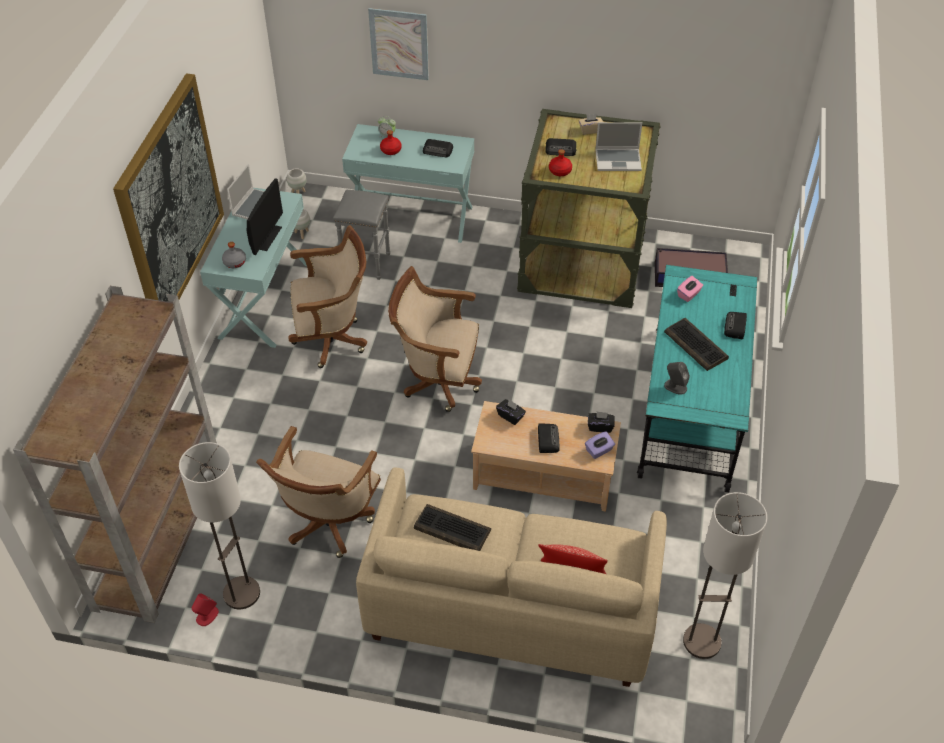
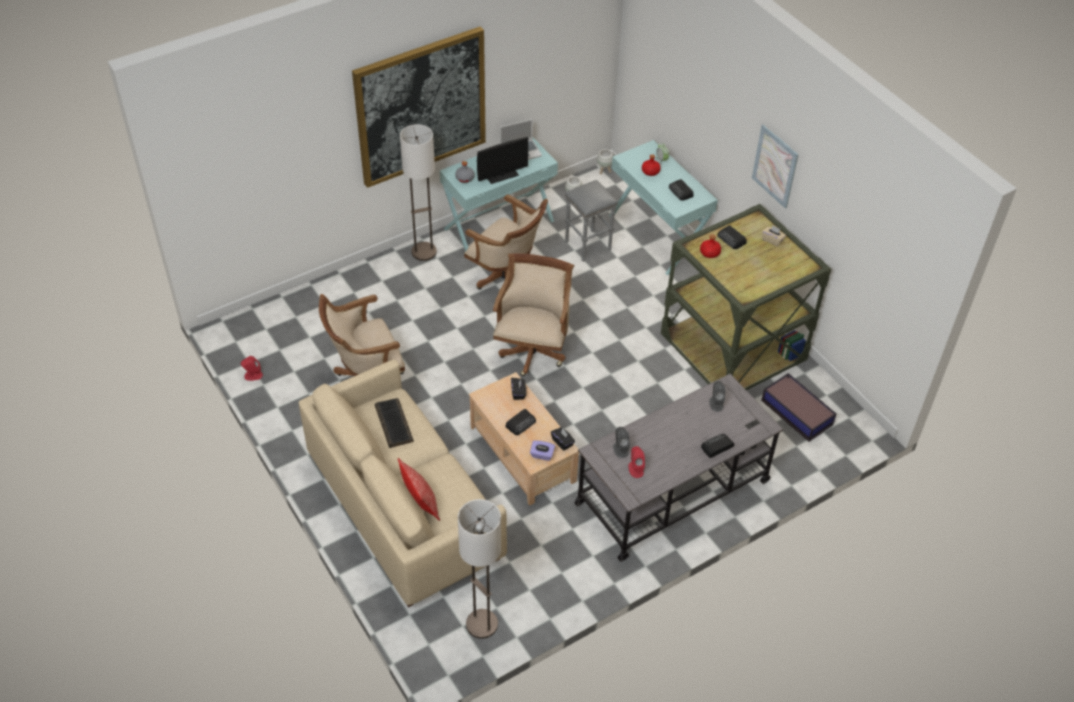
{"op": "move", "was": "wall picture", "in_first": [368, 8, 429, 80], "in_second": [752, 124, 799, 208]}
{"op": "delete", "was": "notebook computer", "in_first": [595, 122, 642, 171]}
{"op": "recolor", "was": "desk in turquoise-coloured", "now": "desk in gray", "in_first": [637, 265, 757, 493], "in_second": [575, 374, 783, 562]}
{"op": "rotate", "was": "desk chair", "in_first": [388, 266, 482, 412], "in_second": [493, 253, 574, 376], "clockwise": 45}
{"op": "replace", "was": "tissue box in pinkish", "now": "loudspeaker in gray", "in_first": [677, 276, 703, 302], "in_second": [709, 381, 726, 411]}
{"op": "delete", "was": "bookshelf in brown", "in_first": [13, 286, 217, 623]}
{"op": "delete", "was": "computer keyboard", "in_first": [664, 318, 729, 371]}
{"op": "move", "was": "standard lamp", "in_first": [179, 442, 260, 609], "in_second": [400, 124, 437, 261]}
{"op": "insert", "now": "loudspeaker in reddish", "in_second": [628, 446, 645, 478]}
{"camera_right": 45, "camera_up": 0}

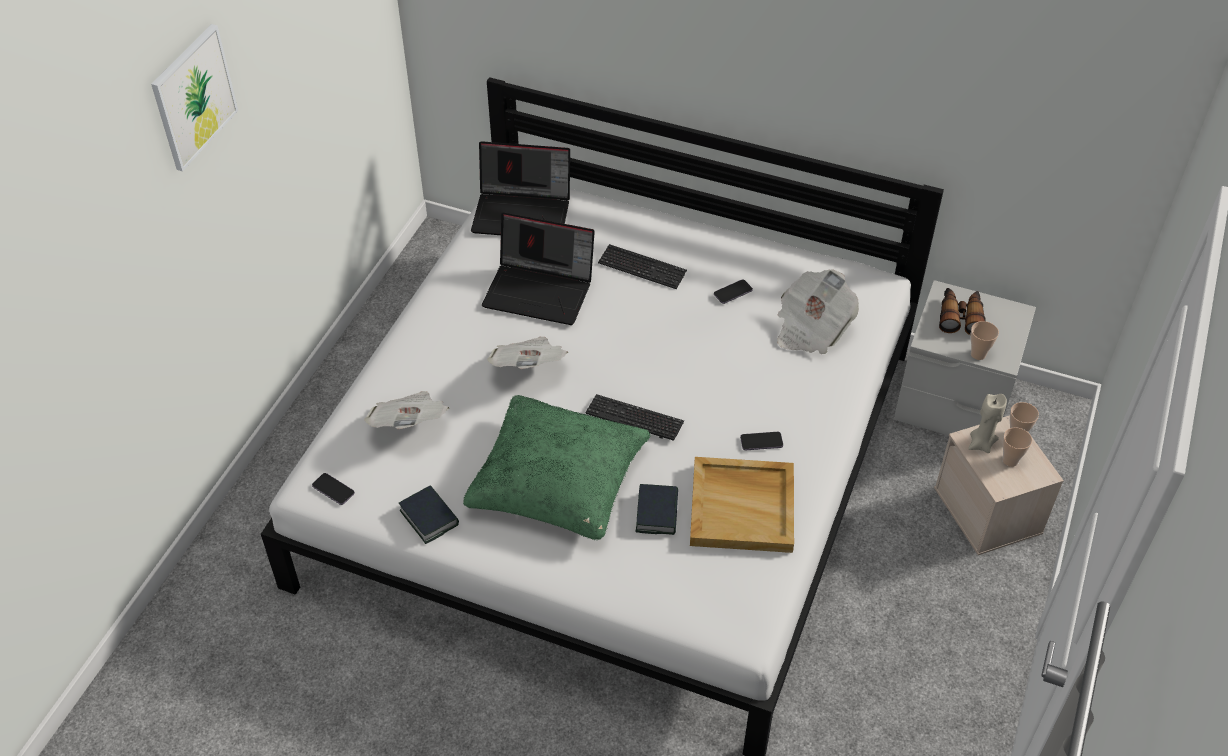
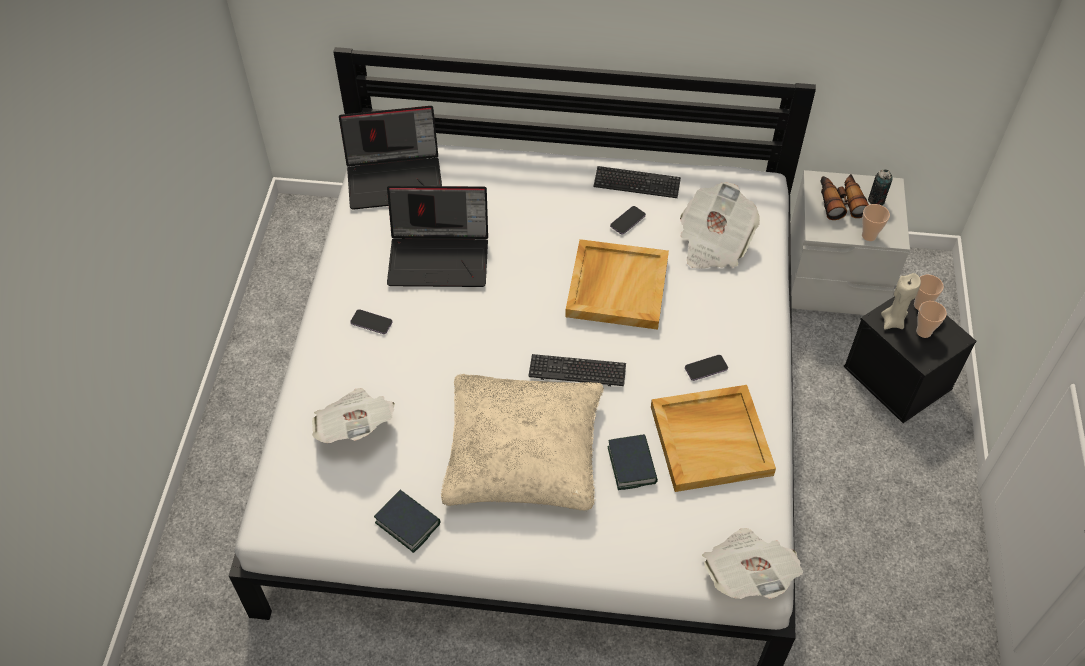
{"op": "delete", "was": "wall picture", "in_first": [151, 24, 238, 171]}
{"op": "move", "was": "computer keyboard", "in_first": [598, 244, 687, 289], "in_second": [593, 166, 681, 198]}
{"op": "move", "was": "printed paper", "in_first": [487, 337, 569, 369], "in_second": [702, 528, 803, 599]}
{"op": "recolor", "was": "pillow in greenish", "now": "pillow in beige-coloured", "in_first": [463, 395, 651, 540], "in_second": [441, 374, 604, 511]}
{"op": "recolor", "was": "storage container in beige-coloured", "now": "storage container in blackish", "in_first": [934, 415, 1064, 555], "in_second": [843, 296, 976, 423]}
{"op": "move", "was": "handset", "in_first": [312, 473, 355, 505], "in_second": [350, 309, 393, 334]}
{"op": "insert", "now": "sealed can", "in_second": [868, 170, 893, 206]}
{"op": "insert", "now": "carrying tray in beige-coloured", "in_second": [565, 239, 669, 330]}
{"camera_right": -15, "camera_up": 5}

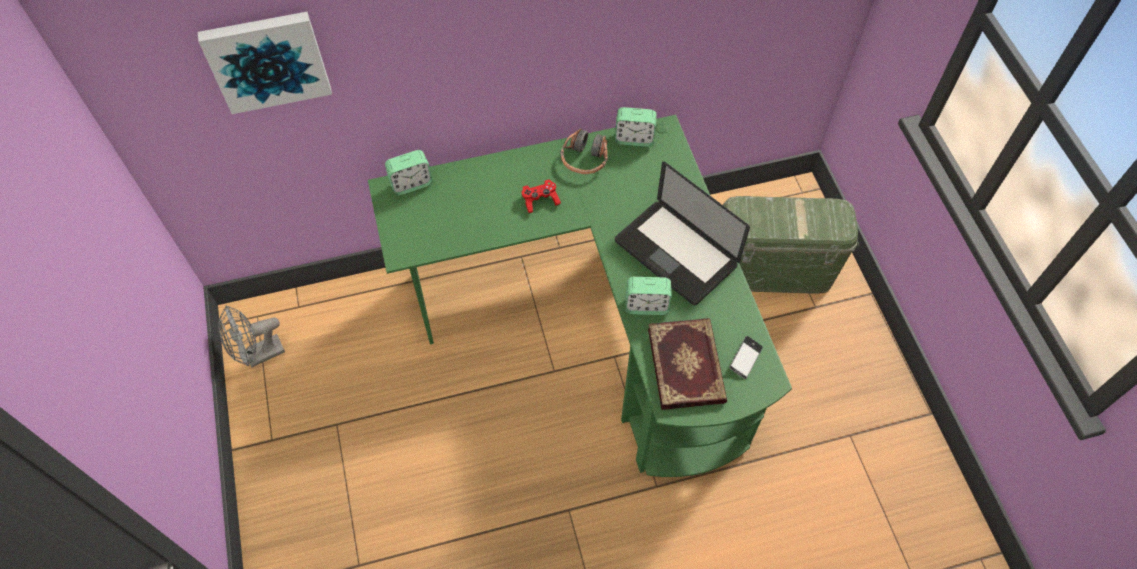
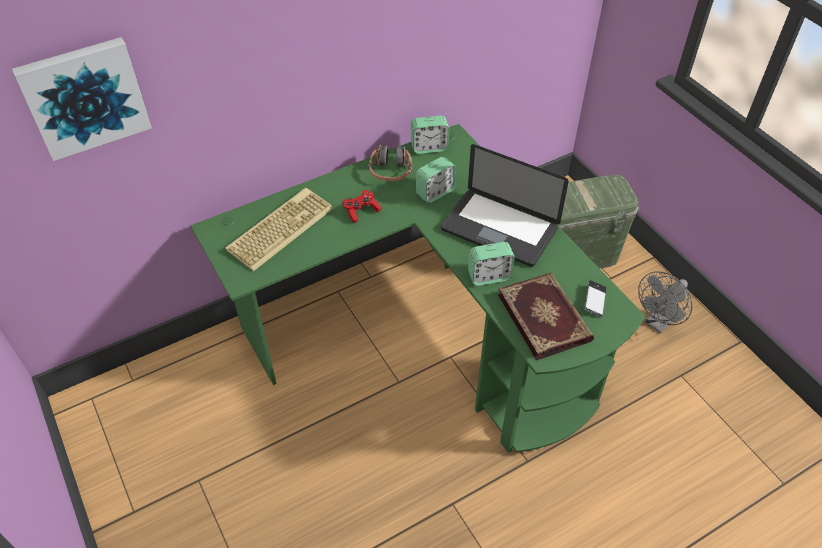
{"op": "move", "was": "table clock", "in_first": [385, 150, 432, 195], "in_second": [416, 157, 456, 203]}
{"op": "move", "was": "cooling fan in gray", "in_first": [218, 306, 285, 368], "in_second": [638, 272, 693, 333]}
{"op": "insert", "now": "computer keyboard", "in_second": [225, 188, 333, 271]}
{"camera_right": -15, "camera_up": -10}

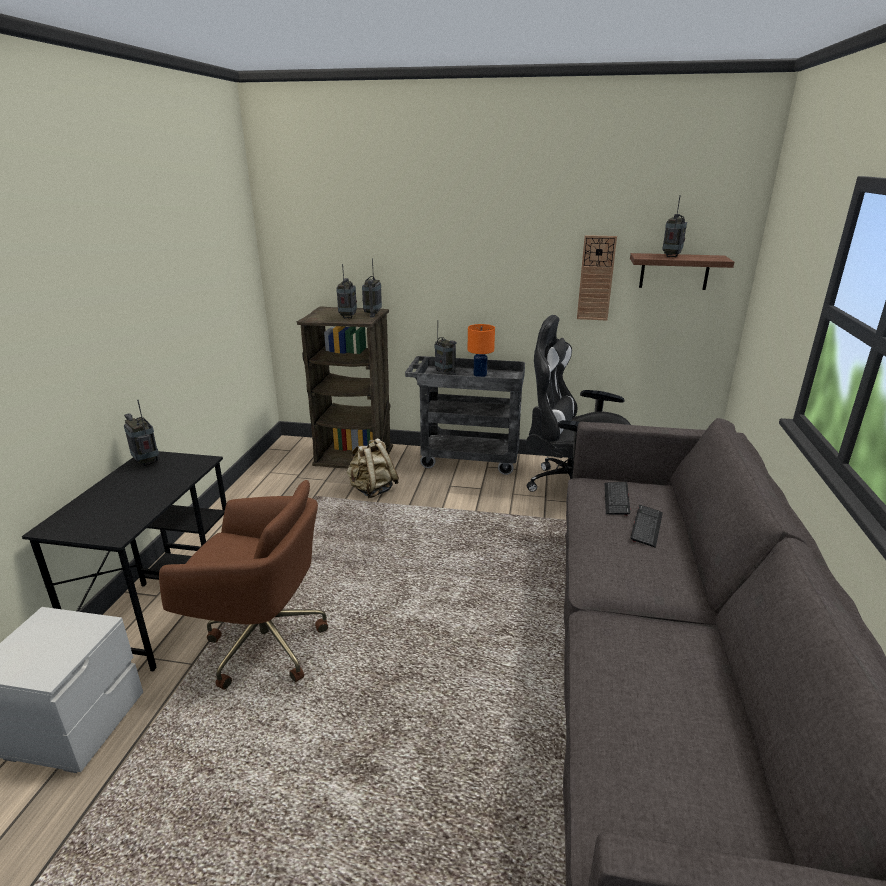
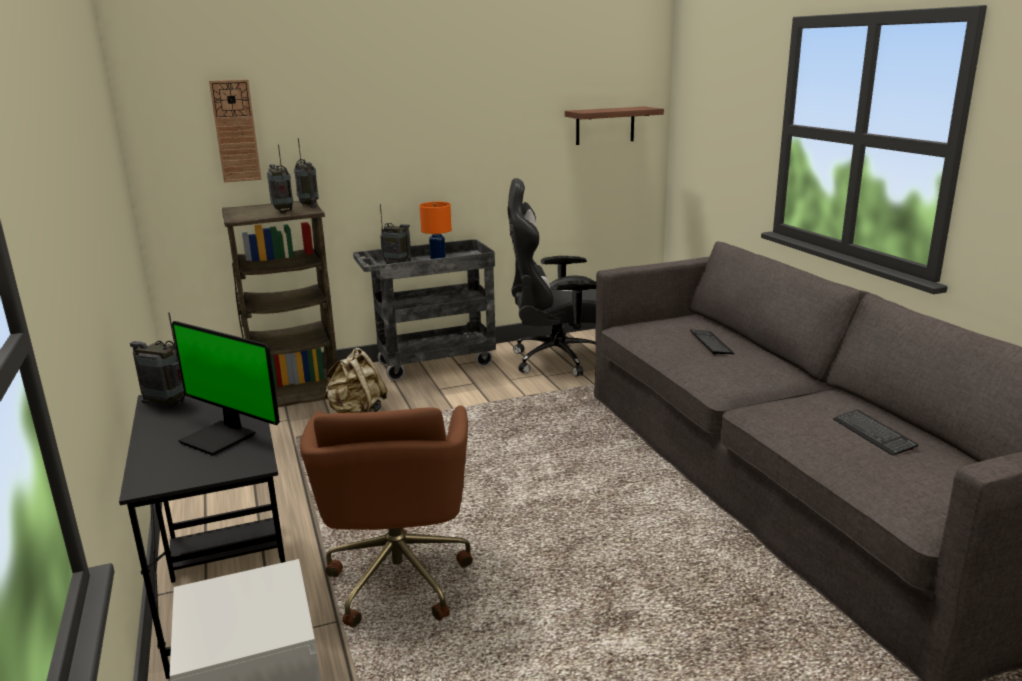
{"op": "delete", "was": "radio", "in_first": [663, 196, 687, 257]}
{"op": "move", "was": "clock on the wall", "in_first": [577, 235, 617, 320], "in_second": [209, 79, 262, 183]}
{"op": "rotate", "was": "desk chair in brown", "in_first": [159, 480, 328, 690], "in_second": [300, 405, 473, 628], "clockwise": 105}
{"op": "move", "was": "computer keyboard", "in_first": [605, 482, 631, 515], "in_second": [833, 410, 919, 456]}
{"op": "insert", "now": "monitor", "in_second": [172, 321, 280, 456]}
{"camera_right": -30, "camera_up": -5}

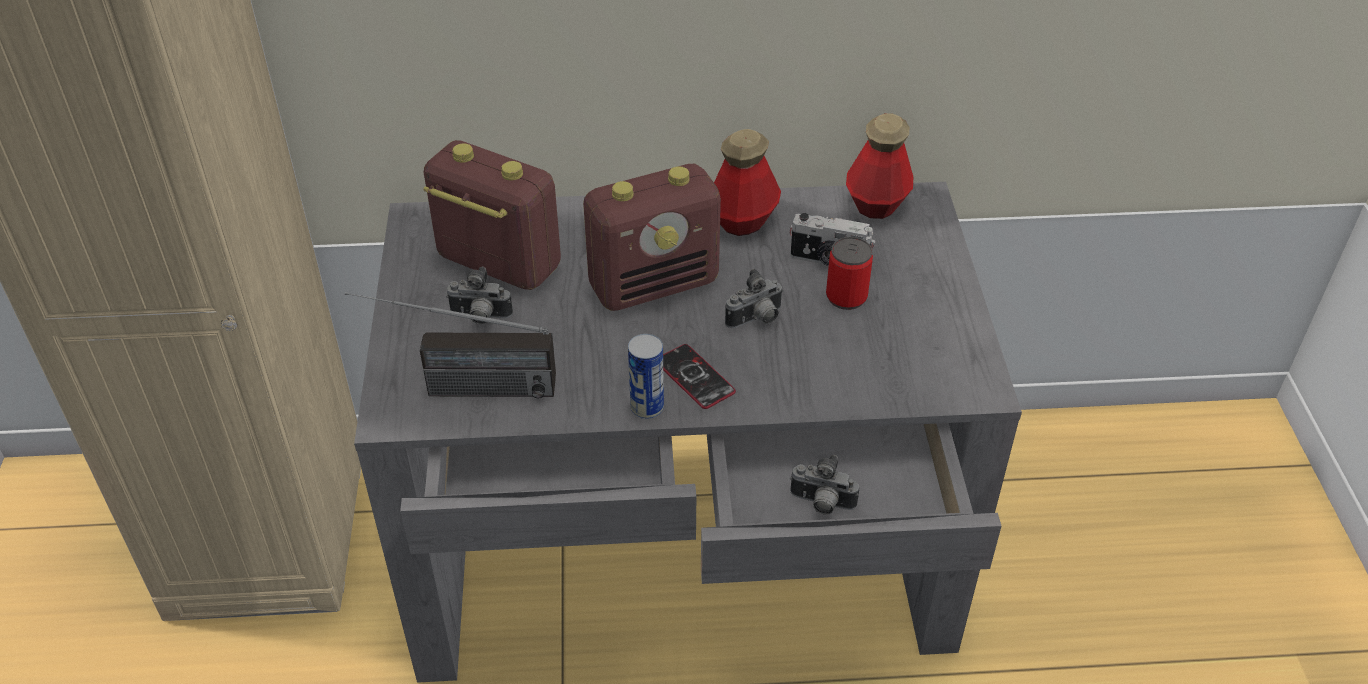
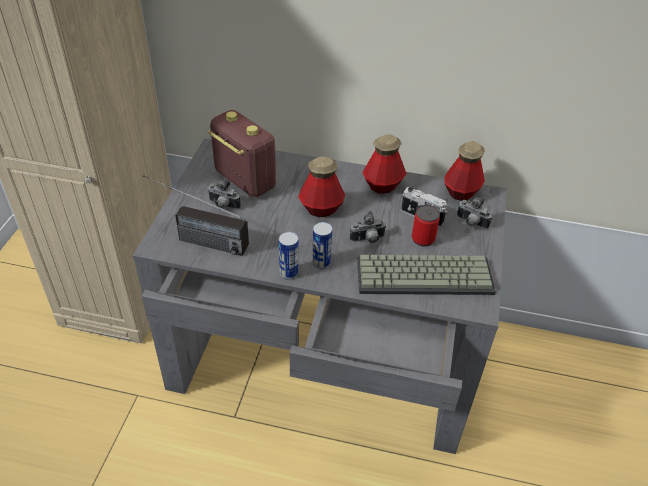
{"op": "replace", "was": "radio", "now": "bottle", "in_first": [583, 164, 721, 311], "in_second": [298, 157, 345, 217]}
{"op": "replace", "was": "handset", "now": "sealed can", "in_first": [663, 344, 736, 409], "in_second": [312, 222, 332, 269]}
{"op": "move", "was": "photo camera", "in_first": [790, 455, 859, 515], "in_second": [457, 197, 492, 229]}
{"op": "insert", "now": "computer keyboard", "in_second": [357, 255, 496, 295]}
{"camera_right": 15, "camera_up": 0}

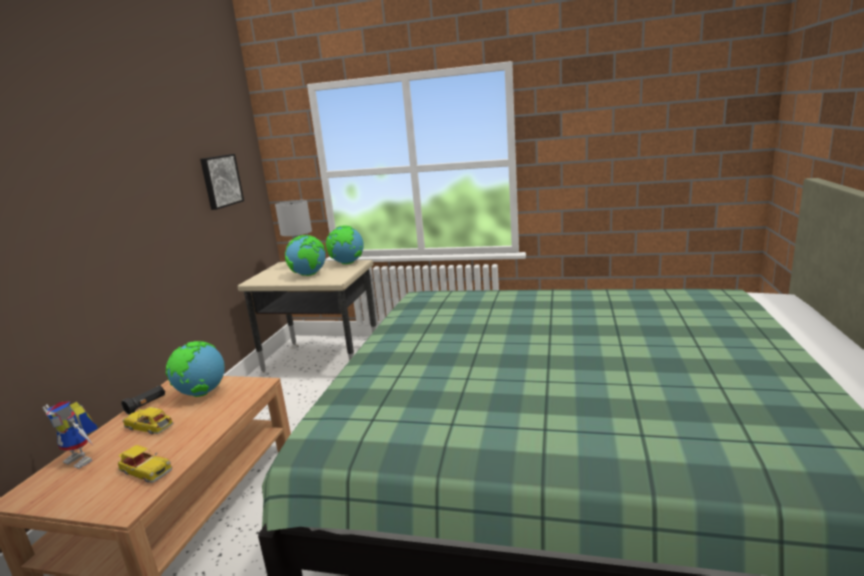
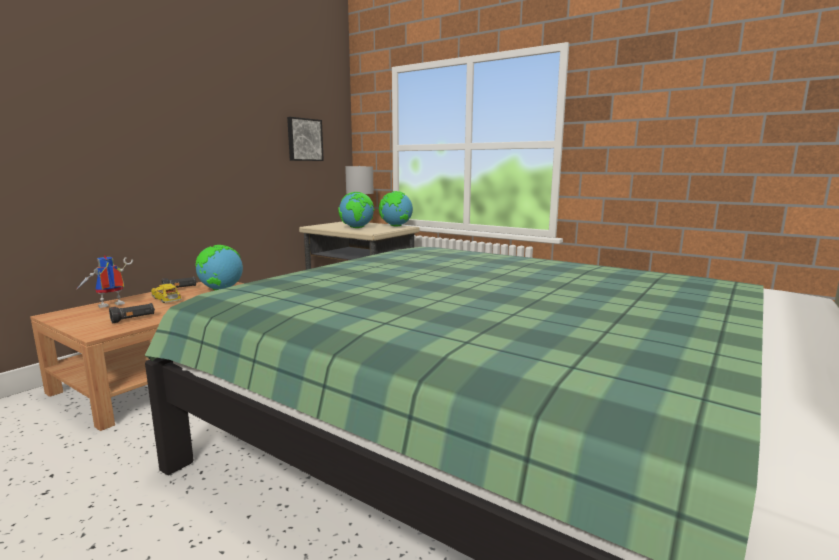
{"op": "rotate", "was": "robot figure", "in_first": [42, 401, 98, 469], "in_second": [76, 256, 133, 308], "clockwise": 90}
{"op": "replace", "was": "toy car", "now": "torch in blackish", "in_first": [118, 445, 172, 483], "in_second": [109, 303, 155, 323]}
{"camera_right": 20, "camera_up": -5}

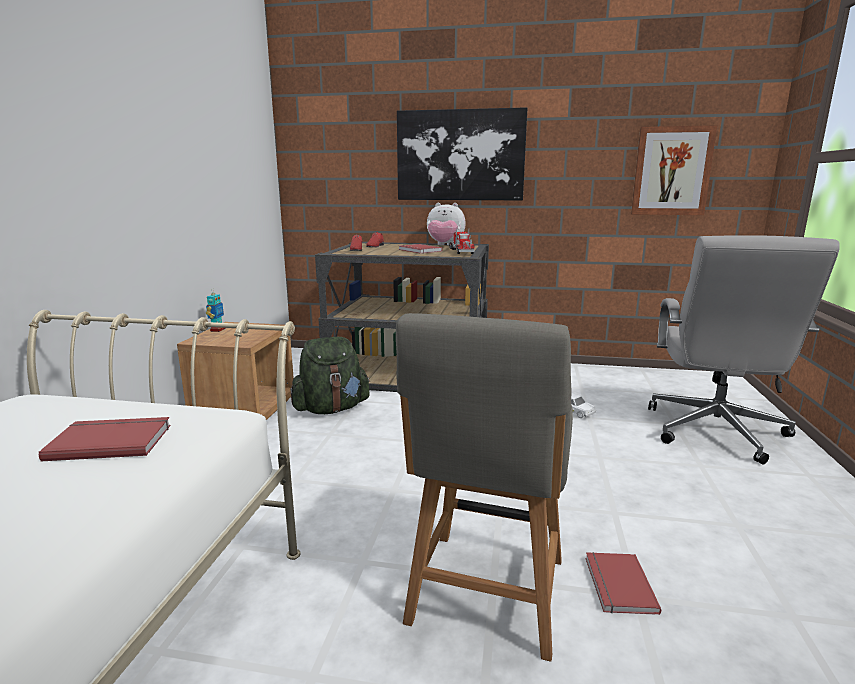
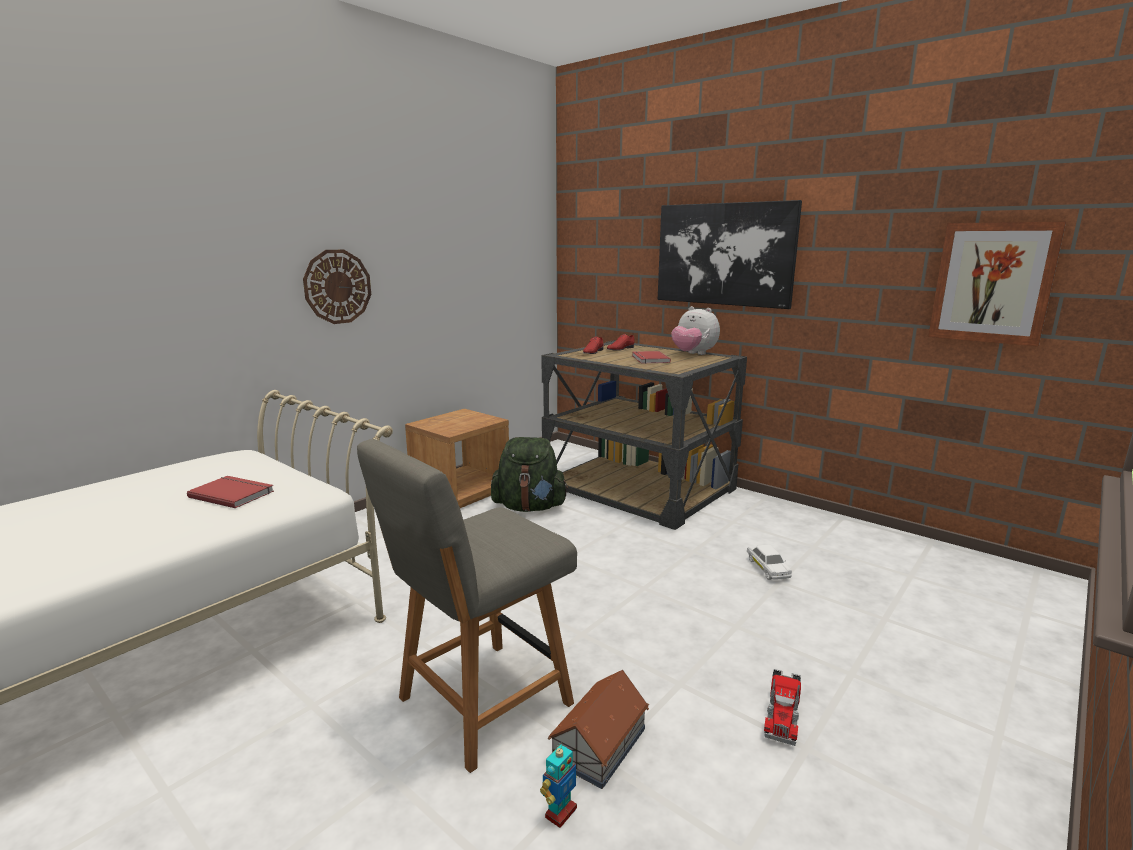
{"op": "move", "was": "model truck", "in_first": [450, 229, 475, 254], "in_second": [764, 669, 801, 746]}
{"op": "delete", "was": "desk chair in gray", "in_first": [648, 235, 840, 464]}
{"op": "move", "was": "robot figure", "in_first": [206, 288, 226, 332], "in_second": [540, 742, 577, 828]}
{"op": "replace", "was": "volume in reddish", "now": "toy house", "in_first": [586, 552, 661, 615], "in_second": [548, 670, 649, 789]}
{"op": "insert", "now": "clock on the wall", "in_second": [303, 250, 371, 324]}
{"camera_right": 30, "camera_up": 0}

